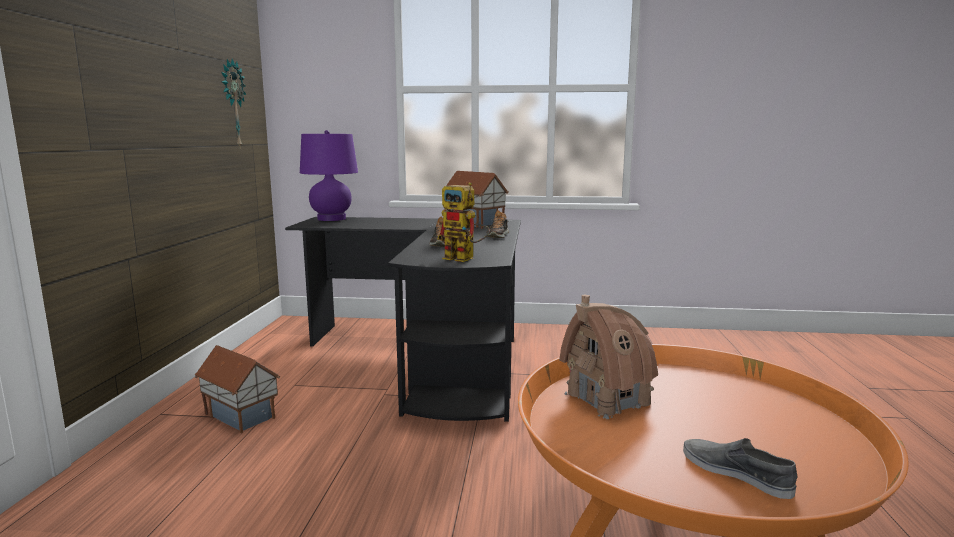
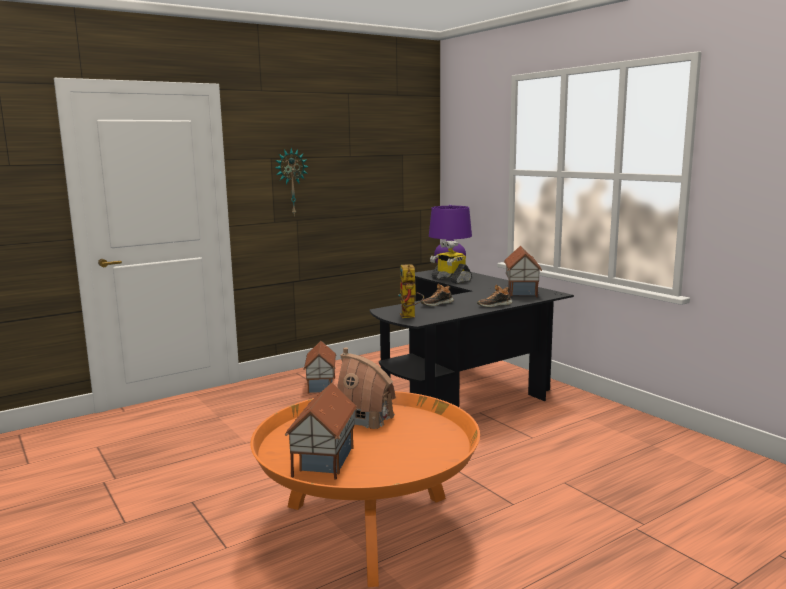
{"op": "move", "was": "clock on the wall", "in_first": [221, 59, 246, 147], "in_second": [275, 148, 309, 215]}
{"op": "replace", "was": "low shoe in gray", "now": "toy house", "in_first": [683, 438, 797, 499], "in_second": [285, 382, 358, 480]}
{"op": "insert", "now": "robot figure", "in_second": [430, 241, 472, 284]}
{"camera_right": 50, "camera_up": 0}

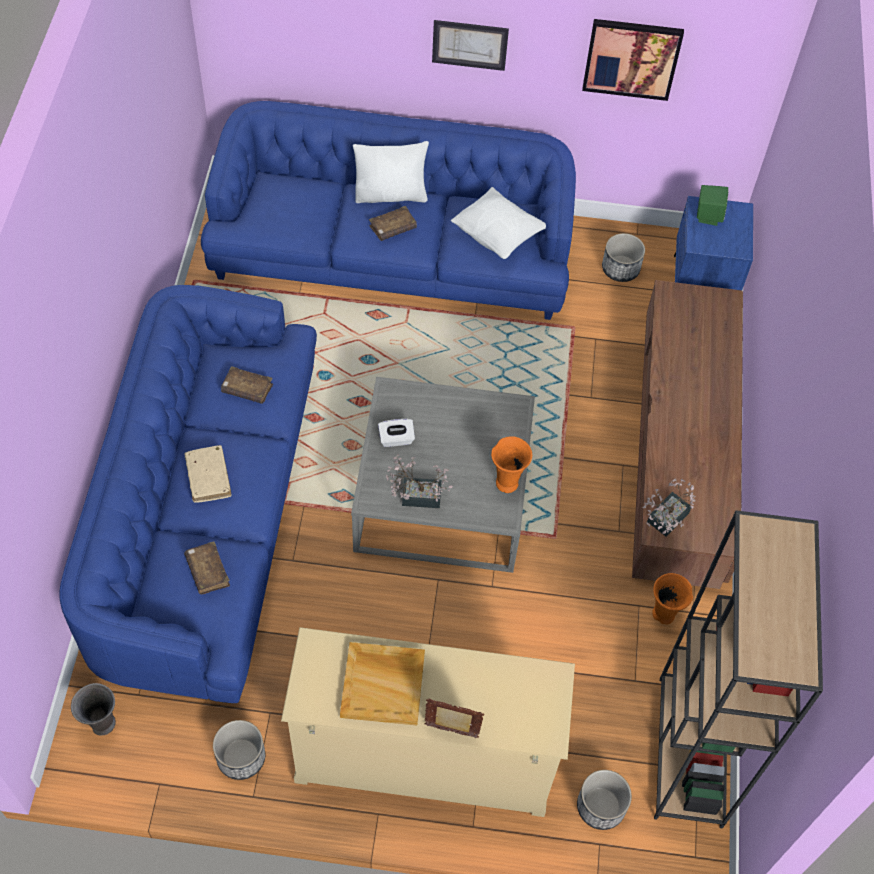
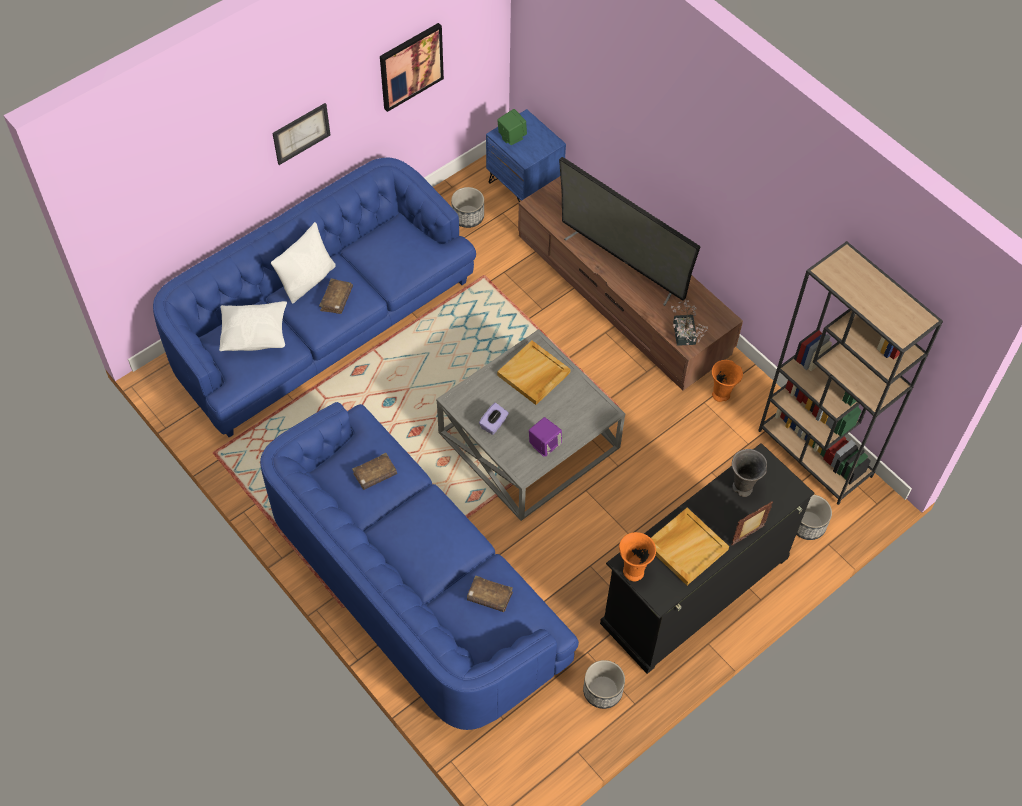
{"op": "move", "was": "pillow in white", "in_first": [451, 187, 546, 259], "in_second": [219, 301, 287, 351]}
{"op": "recolor", "was": "tissue box in white", "now": "tissue box in purplish", "in_first": [378, 419, 415, 447], "in_second": [479, 403, 509, 435]}
{"op": "move", "was": "vase in orangey", "in_first": [491, 436, 532, 493], "in_second": [619, 532, 656, 581]}
{"op": "delete", "was": "volume in beige-coloured", "in_first": [184, 445, 231, 503]}
{"op": "replace", "was": "houseplant", "now": "loudspeaker in purplish", "in_first": [386, 454, 453, 508], "in_second": [529, 417, 562, 457]}
{"op": "recolor", "was": "cupboard in beige-coloured", "now": "cupboard in blackish", "in_first": [281, 627, 575, 817], "in_second": [600, 443, 815, 674]}
{"op": "move", "was": "vase in gray", "in_first": [71, 683, 116, 736], "in_second": [732, 449, 767, 497]}
{"op": "insert", "now": "television", "in_second": [559, 157, 700, 306]}
{"op": "insert", "now": "carrying tray in beige-coloured", "in_second": [497, 340, 571, 405]}
{"camera_right": -45, "camera_up": 0}

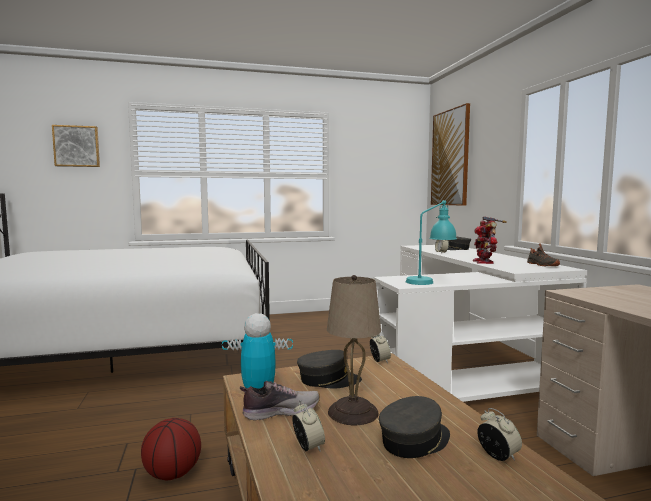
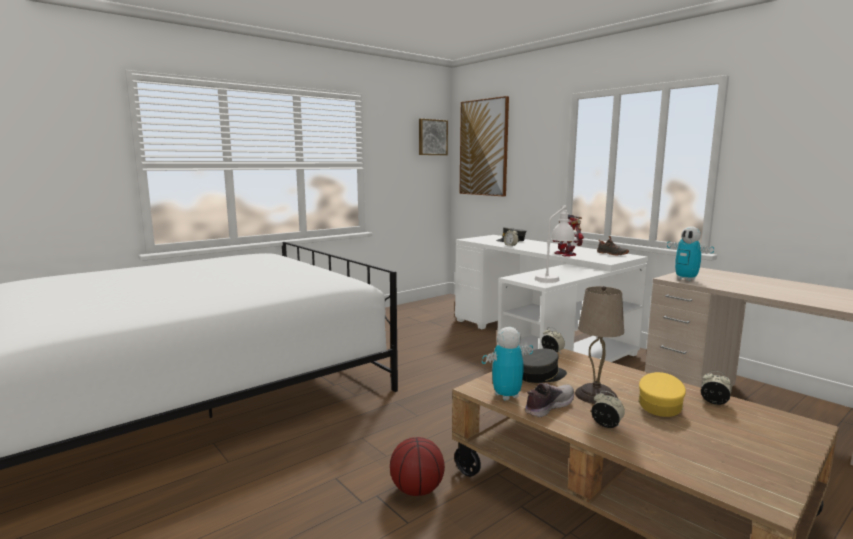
{"op": "move", "was": "wall picture", "in_first": [52, 125, 100, 167], "in_second": [419, 119, 448, 155]}
{"op": "recolor", "was": "tabletop lamp in turquoise-coloured", "now": "tabletop lamp in white", "in_first": [406, 200, 457, 285], "in_second": [535, 205, 575, 282]}
{"op": "recolor", "was": "peaked cap in gray", "now": "peaked cap in yellowish", "in_first": [379, 396, 450, 458], "in_second": [638, 372, 686, 417]}
{"op": "insert", "now": "robot figure", "in_second": [667, 226, 714, 281]}
{"camera_right": -25, "camera_up": 5}

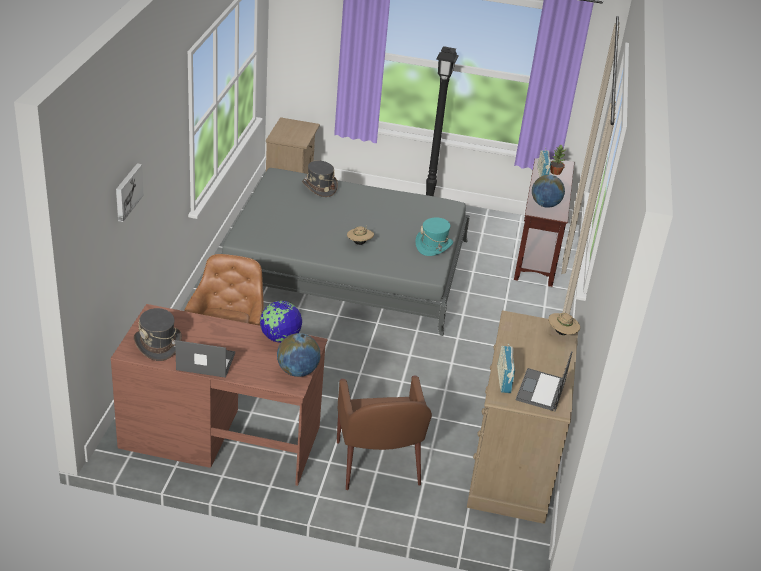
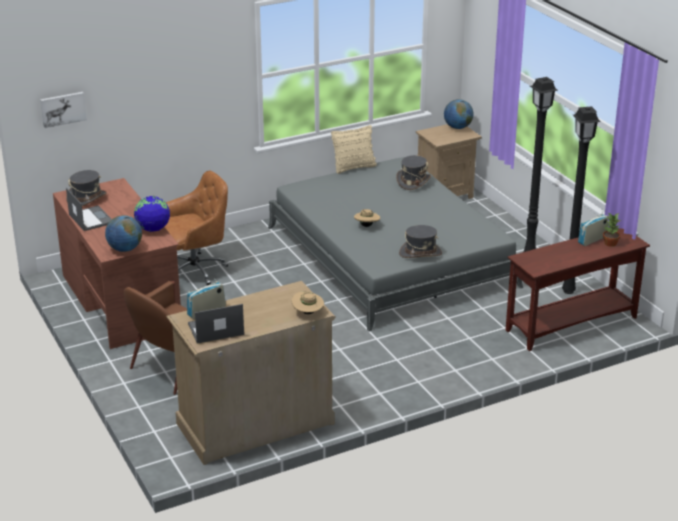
{"op": "move", "was": "wall picture", "in_first": [116, 163, 144, 222], "in_second": [40, 92, 87, 128]}
{"op": "move", "was": "desk globe", "in_first": [532, 175, 565, 208], "in_second": [444, 99, 474, 129]}
{"op": "recolor", "was": "hat in turquoise-coloured", "now": "hat in gray", "in_first": [415, 217, 453, 256], "in_second": [399, 225, 442, 258]}
{"op": "insert", "now": "standard lamp in blackish", "in_second": [562, 106, 601, 294]}
{"op": "insert", "now": "pillow in beige-coloured", "in_second": [331, 125, 377, 174]}
{"camera_right": 55, "camera_up": -5}

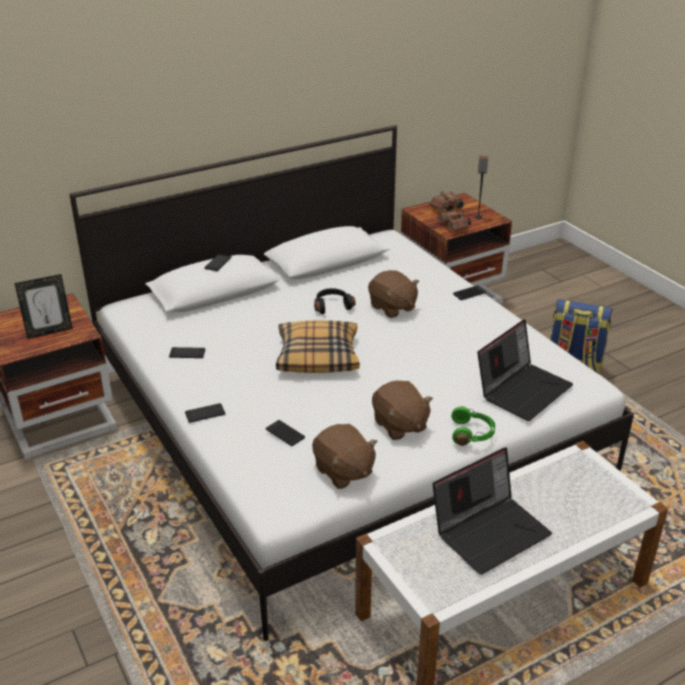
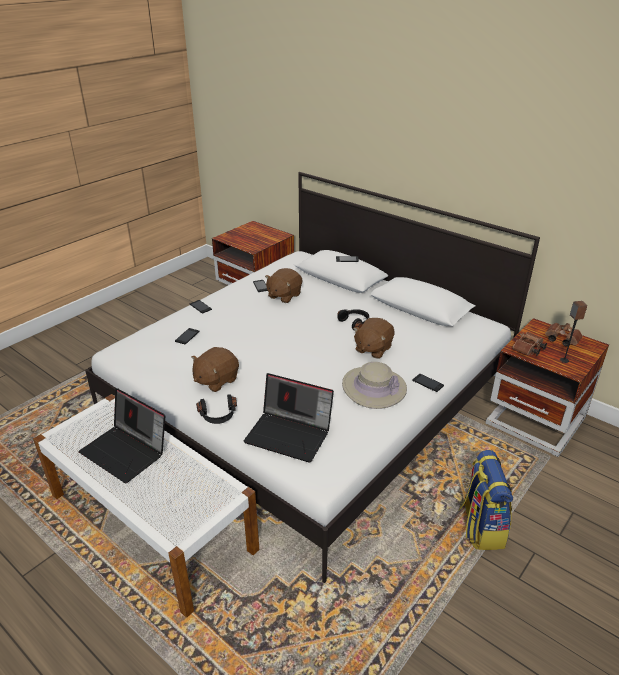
{"op": "delete", "was": "picture frame", "in_first": [14, 274, 73, 339]}
{"op": "delete", "was": "pillow", "in_first": [276, 320, 360, 373]}
{"op": "recolor", "was": "pair of headphones in greenish", "now": "pair of headphones in blackish", "in_first": [451, 406, 495, 446], "in_second": [196, 394, 237, 424]}
{"op": "move", "was": "cuddly toy in brown", "in_first": [312, 424, 378, 489], "in_second": [265, 268, 302, 303]}
{"op": "insert", "now": "hat in beige-coloured", "in_second": [342, 362, 407, 409]}
{"camera_right": 70, "camera_up": 0}

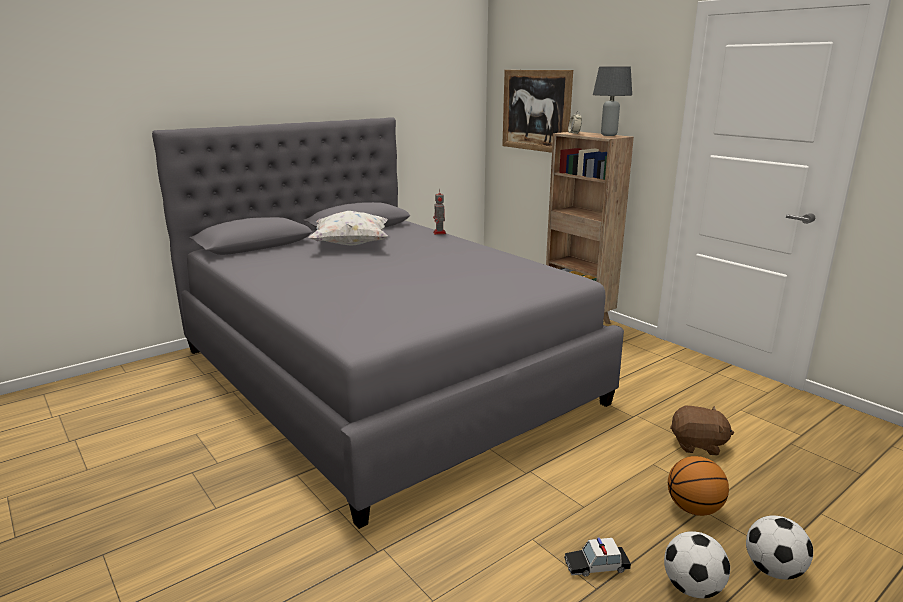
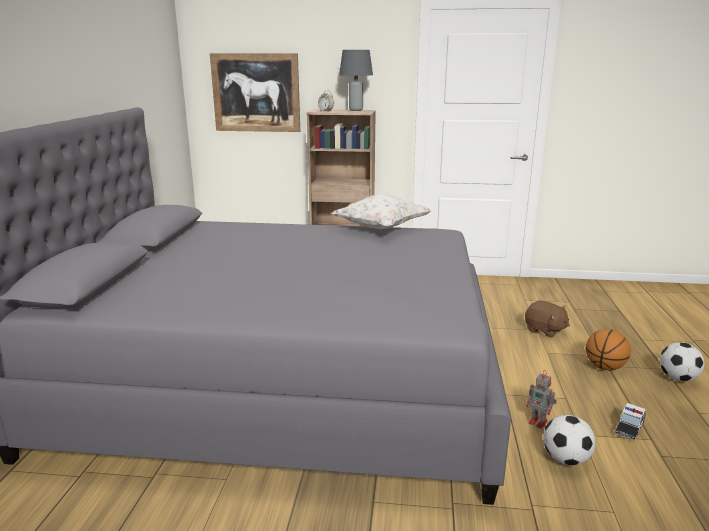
{"op": "move", "was": "robot figure", "in_first": [433, 189, 446, 235], "in_second": [526, 370, 557, 429]}
{"op": "move", "was": "pillow in white", "in_first": [309, 211, 388, 246], "in_second": [331, 194, 432, 229]}
{"op": "rotate", "was": "cuddly toy in brown", "in_first": [670, 406, 734, 456], "in_second": [525, 300, 570, 338], "clockwise": 75}
{"op": "move", "was": "ball for football", "in_first": [664, 531, 730, 598], "in_second": [544, 415, 595, 466]}
{"camera_right": -45, "camera_up": 0}

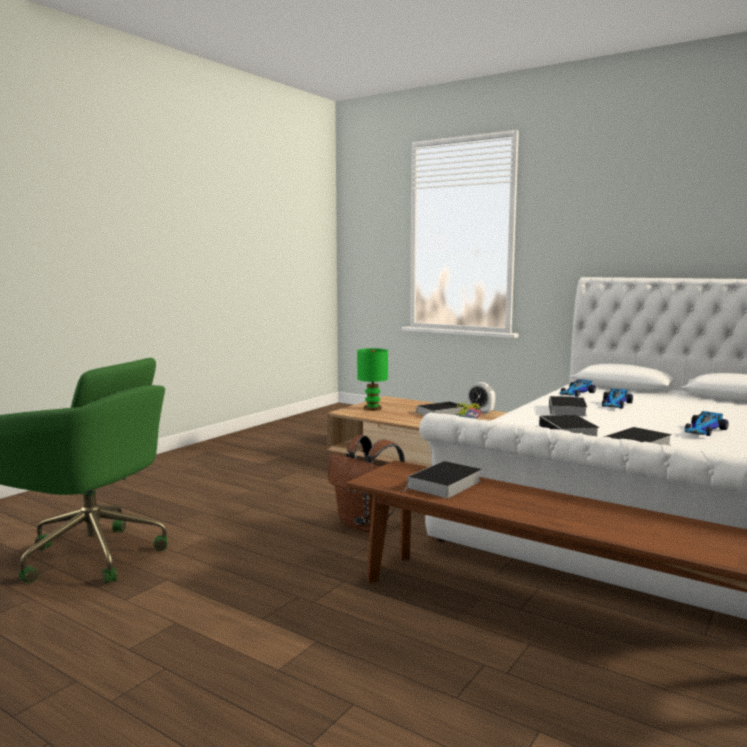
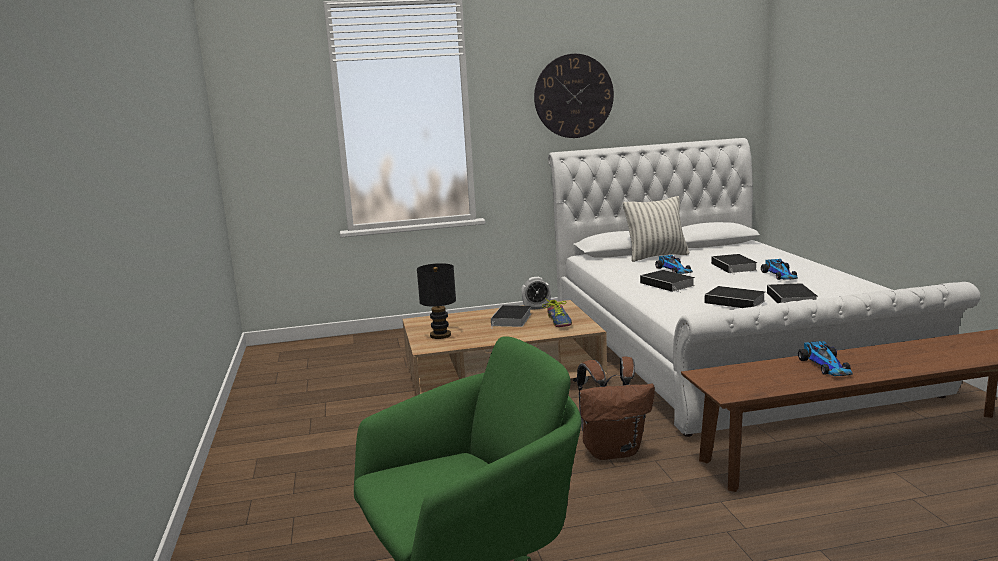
{"op": "recolor", "was": "tabletop lamp in greenish", "now": "tabletop lamp in blackish", "in_first": [357, 348, 388, 411], "in_second": [417, 263, 456, 339]}
{"op": "move", "was": "toy car", "in_first": [559, 379, 596, 397], "in_second": [798, 341, 853, 376]}
{"op": "move", "was": "volume", "in_first": [402, 461, 482, 498], "in_second": [711, 254, 757, 273]}
{"op": "insert", "now": "clock on the wall", "in_second": [534, 54, 614, 138]}
{"op": "insert", "now": "pillow", "in_second": [623, 196, 689, 262]}
{"camera_right": -45, "camera_up": 5}

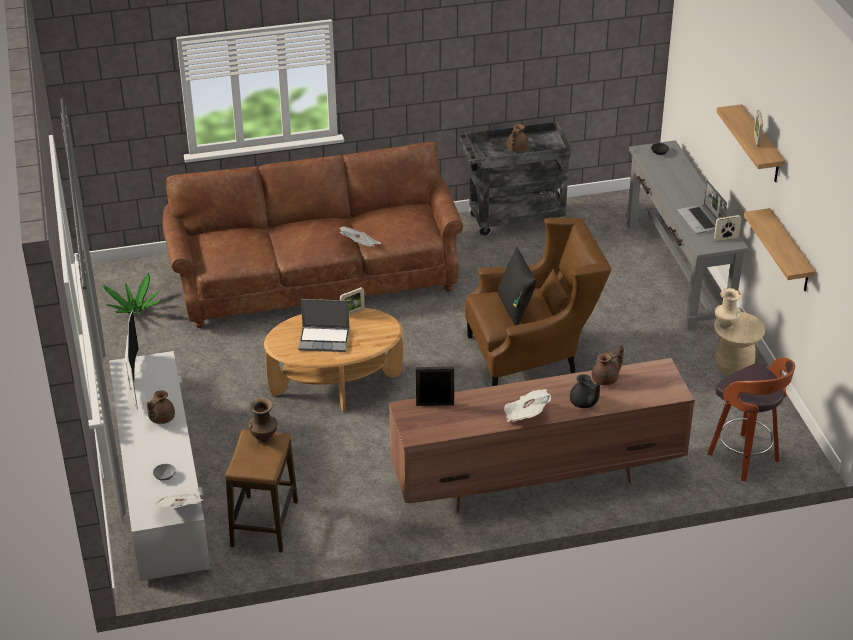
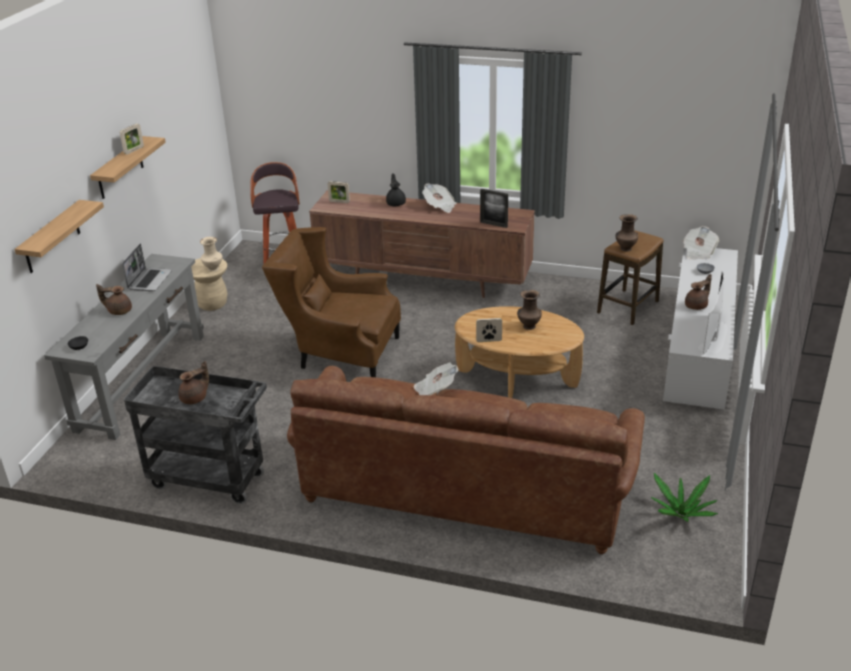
{"op": "move", "was": "wall shelf", "in_first": [744, 208, 816, 291], "in_second": [15, 200, 104, 273]}
{"op": "move", "was": "picture frame", "in_first": [714, 215, 742, 241], "in_second": [328, 181, 350, 203]}
{"op": "delete", "was": "pillow in blackish", "in_first": [498, 247, 536, 325]}
{"op": "replace", "was": "notebook computer", "now": "vase in brown", "in_first": [298, 299, 350, 352], "in_second": [517, 290, 542, 330]}
{"op": "move", "was": "pot for tea in brown", "in_first": [592, 345, 624, 386], "in_second": [96, 284, 132, 315]}
{"camera_right": -150, "camera_up": -5}

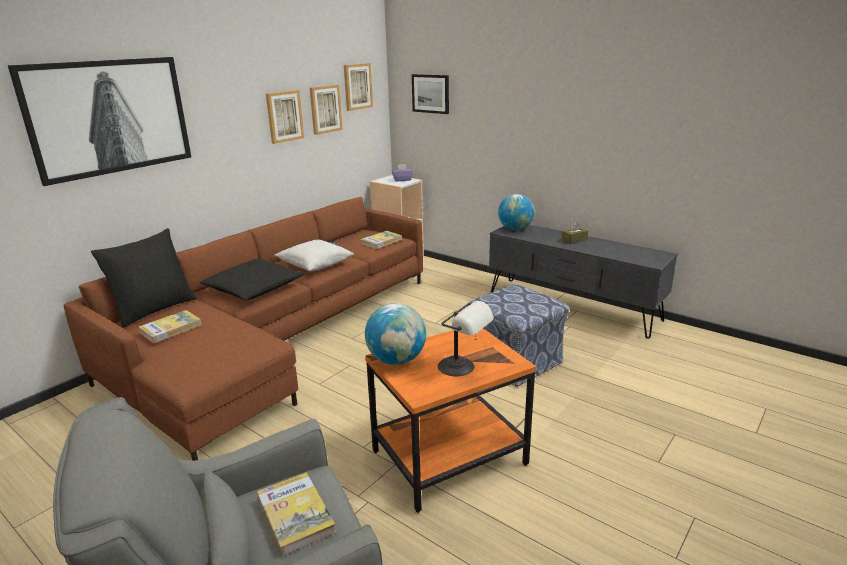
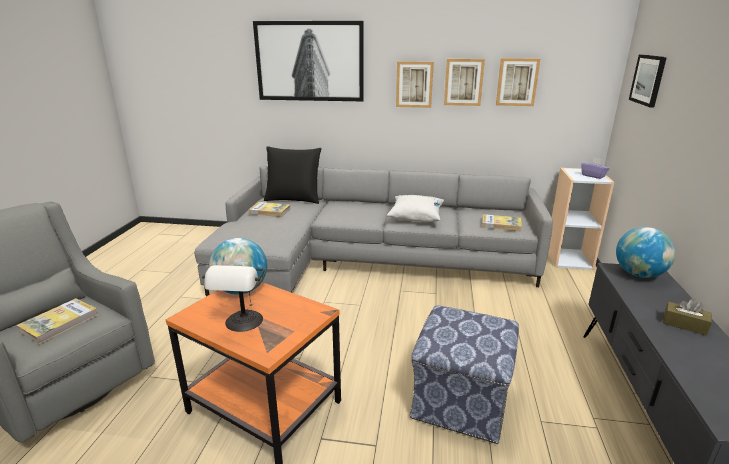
{"op": "move", "was": "wall picture", "in_first": [344, 63, 373, 111], "in_second": [396, 61, 434, 108]}
{"op": "recolor", "was": "settee in brown", "now": "settee in gray", "in_first": [64, 197, 423, 461], "in_second": [194, 166, 553, 296]}
{"op": "delete", "was": "pillow in blackish", "in_first": [200, 259, 305, 300]}
{"camera_right": 60, "camera_up": 0}

